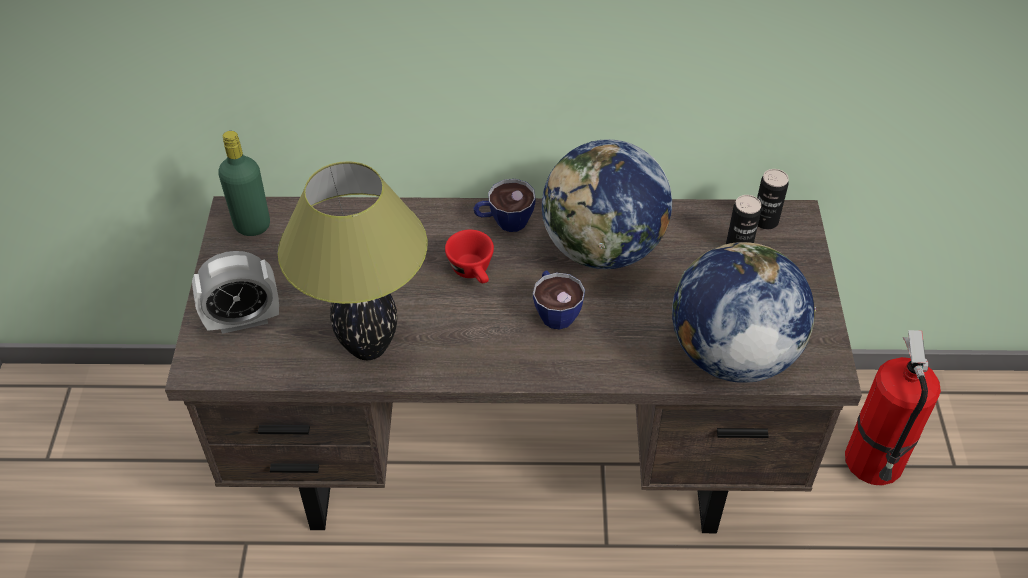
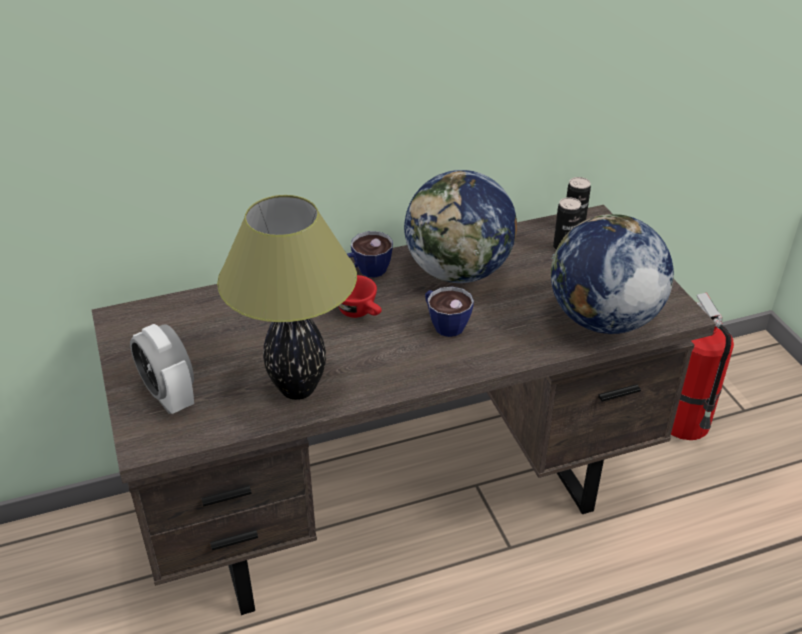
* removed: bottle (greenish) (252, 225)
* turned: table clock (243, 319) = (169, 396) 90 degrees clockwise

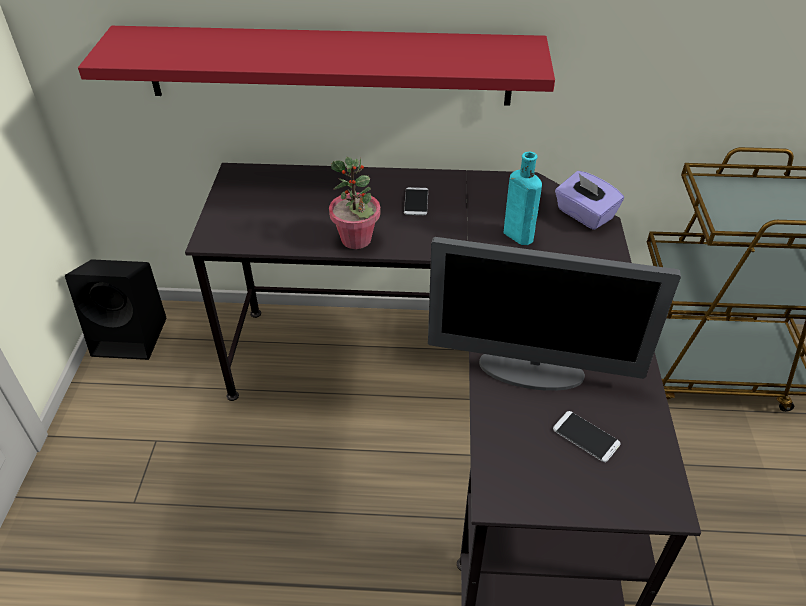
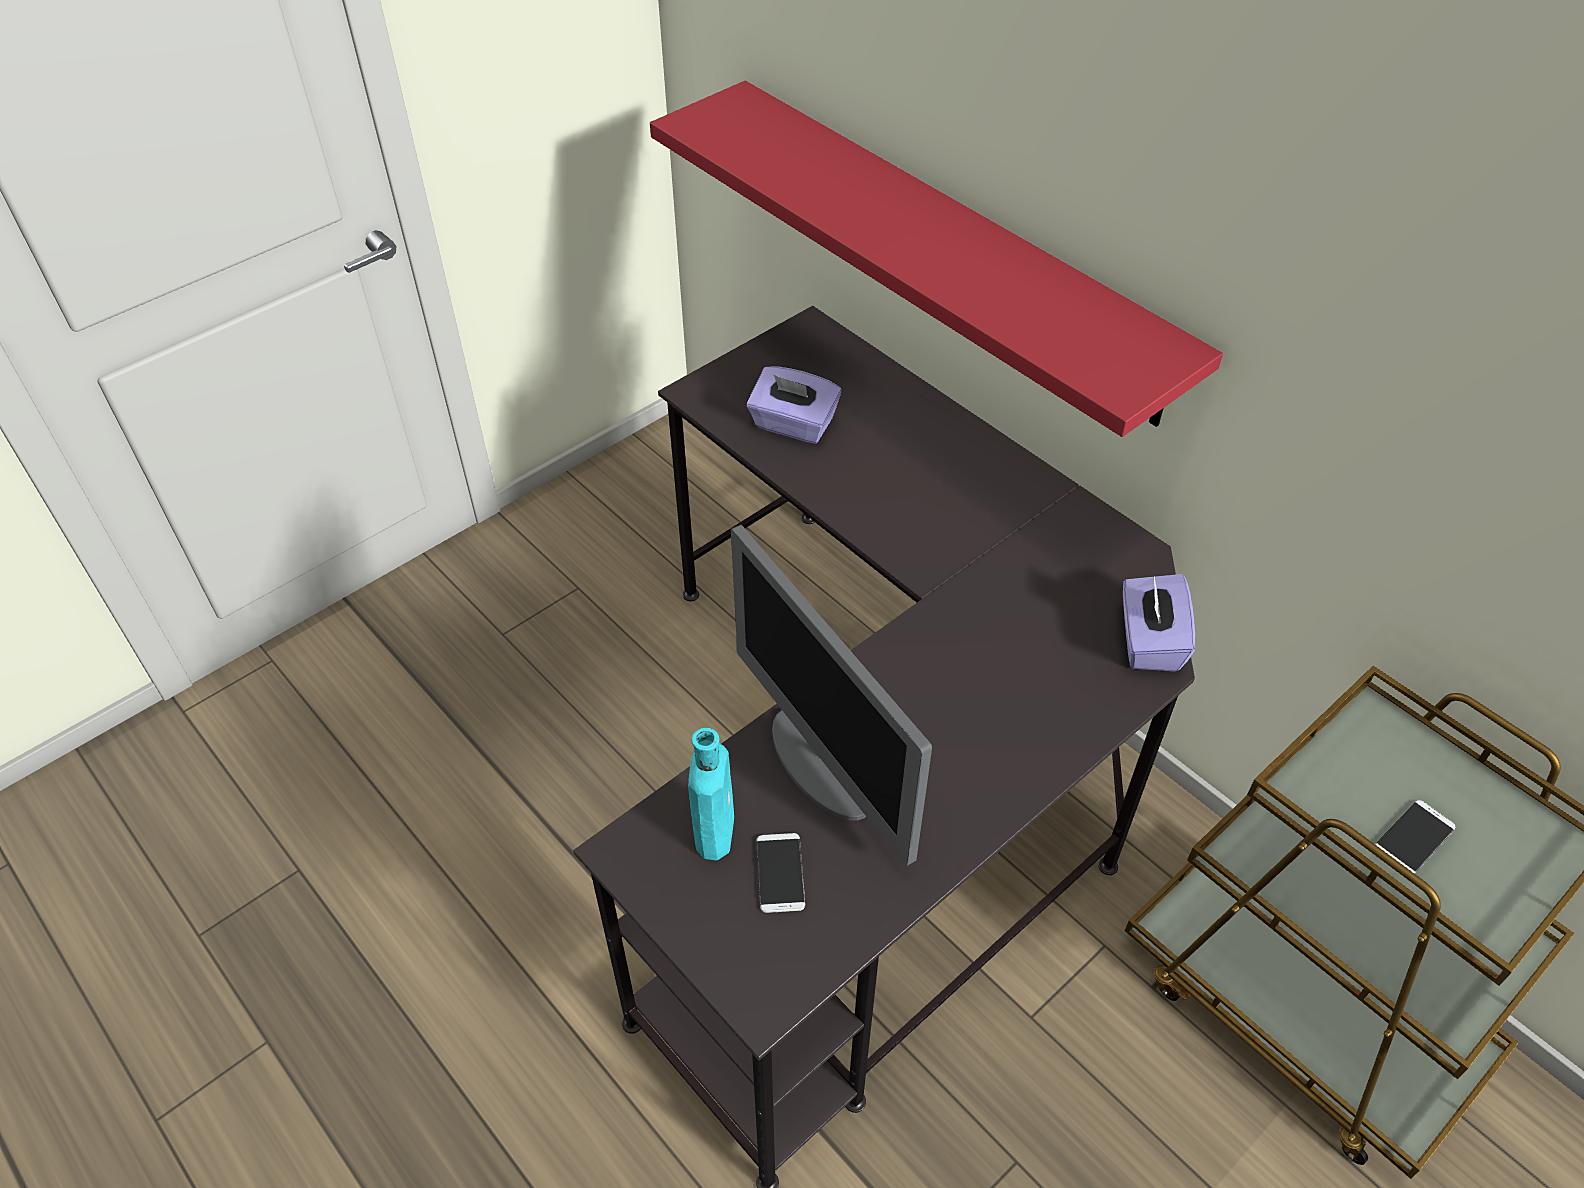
* moved: bottle (turquoise) (516, 234) to (715, 830)
* removed: potted plant (356, 239)
* moved: telephone (416, 202) to (1413, 838)
* removed: speaker (blackish) (132, 336)
* added: tissue box (purple-coloured) (793, 425)

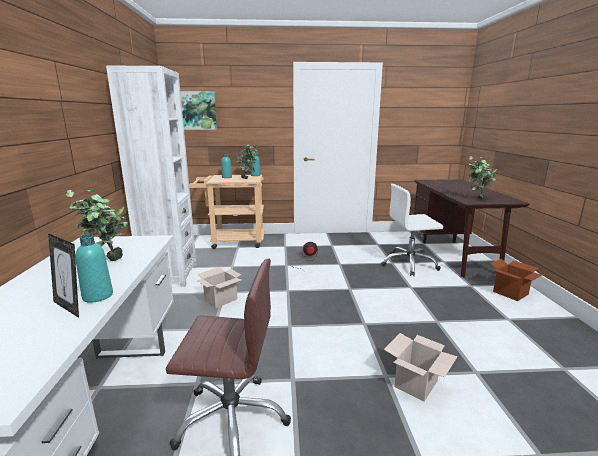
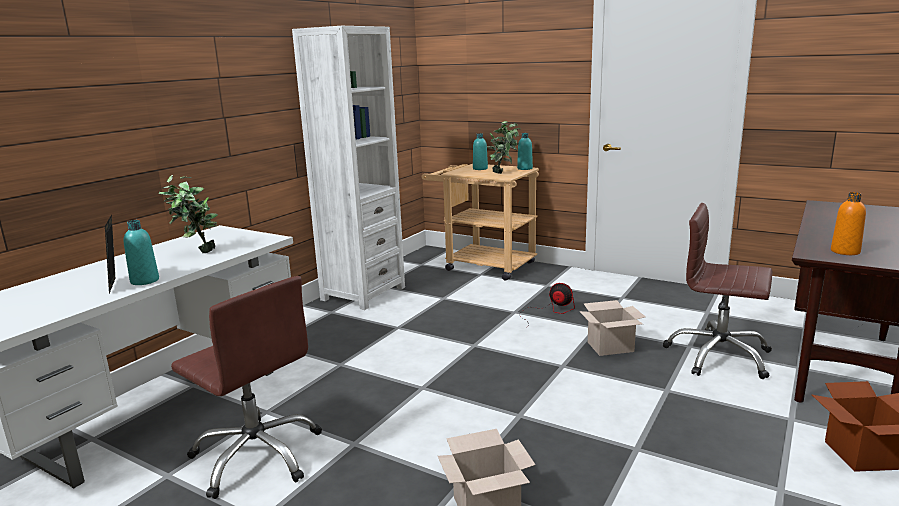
* removed: wall picture (194, 110)
* replaced: potted plant (476, 199) to bottle (orangey) (845, 251)
* recoloured: desk chair (whitish) (409, 264) to desk chair (brownish) (718, 356)
* moved: cardboard box (220, 300) to (609, 347)

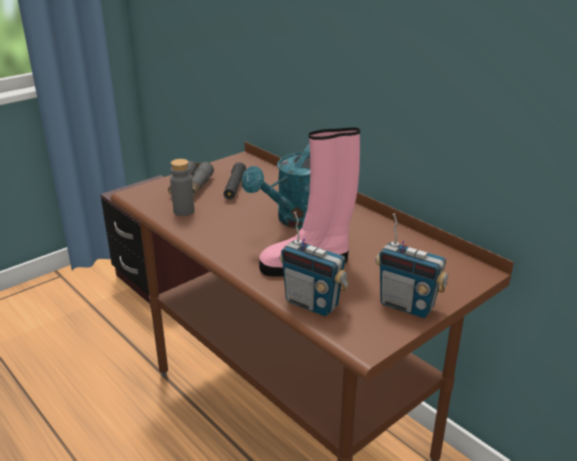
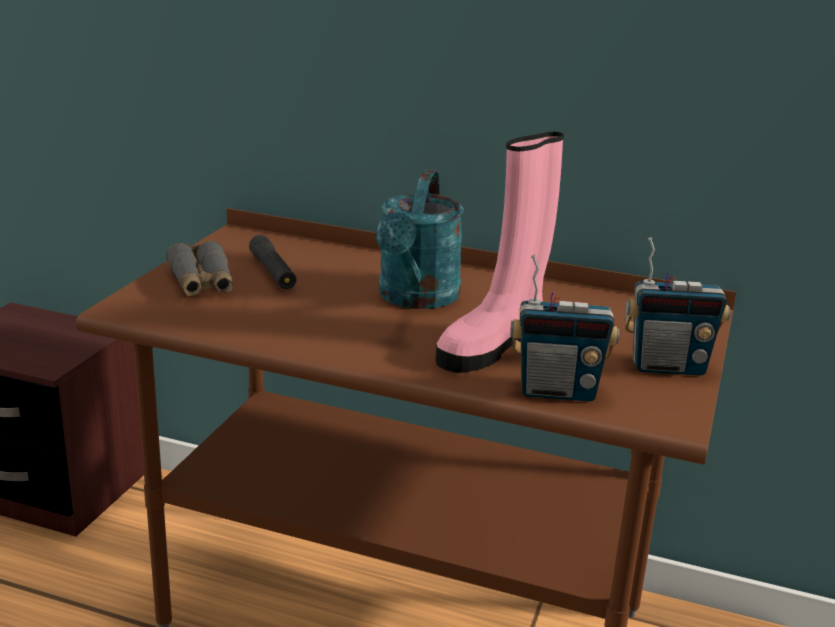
* removed: bottle (grey) (184, 211)

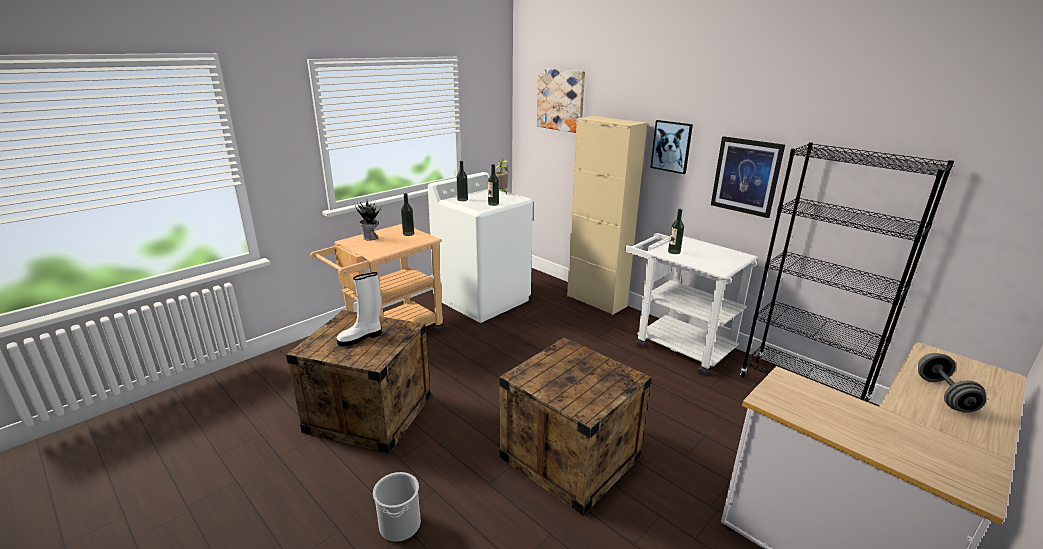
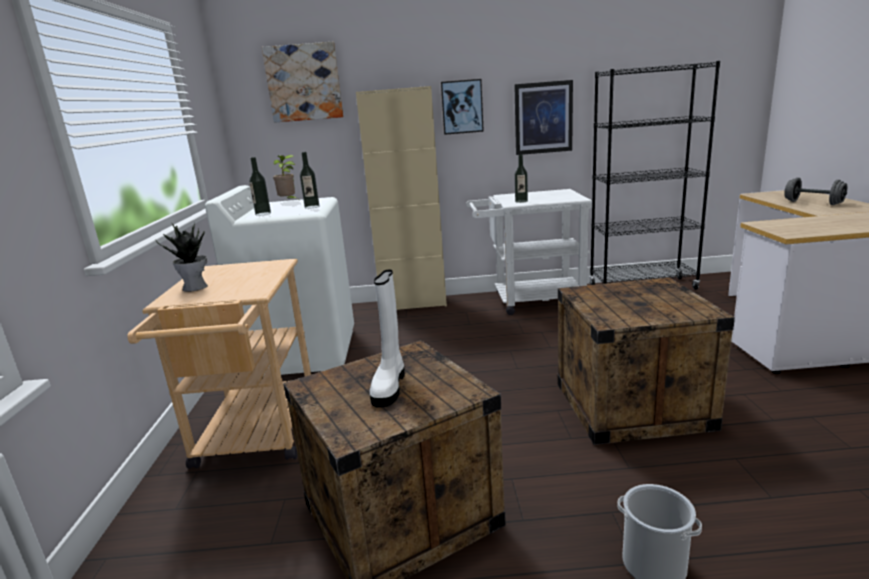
* removed: bottle (408, 234)

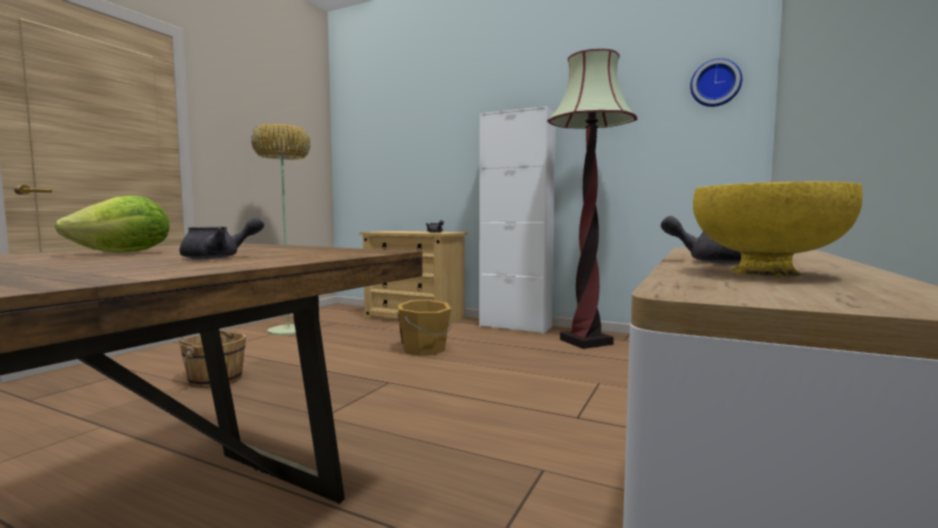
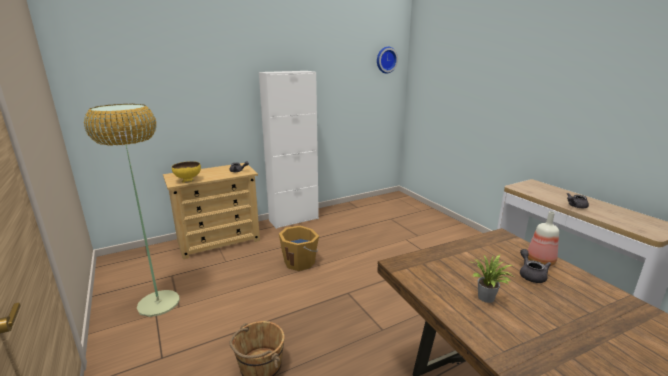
* removed: standing lamp (586, 342)
* moved: bowl (yellow) (766, 273) to (188, 181)
* replaced: head of lettuce (124, 253) to potted plant (487, 299)
* added: bottle (539, 261)

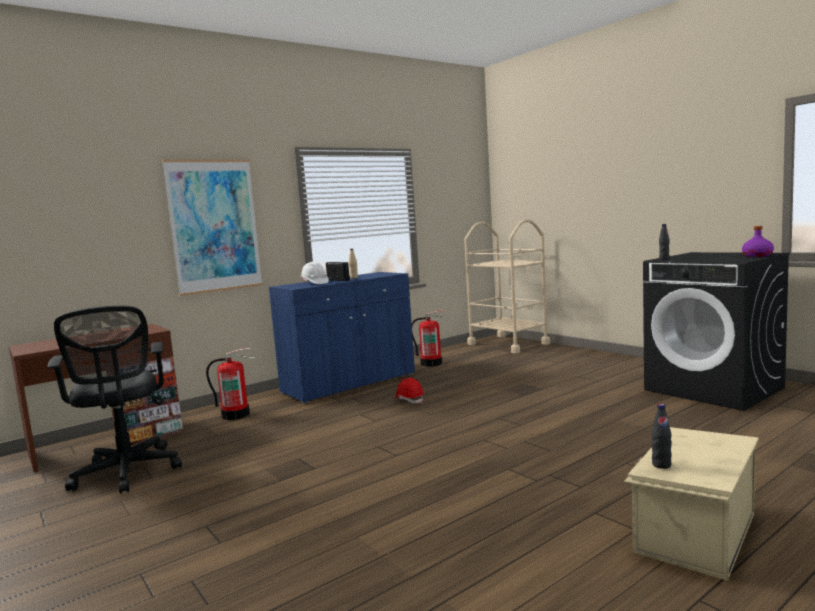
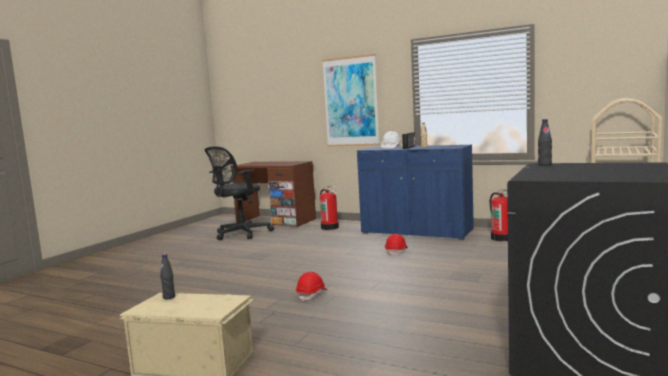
* removed: bottle (purple-coloured) (757, 255)
* added: safety helmet (reddish) (312, 294)

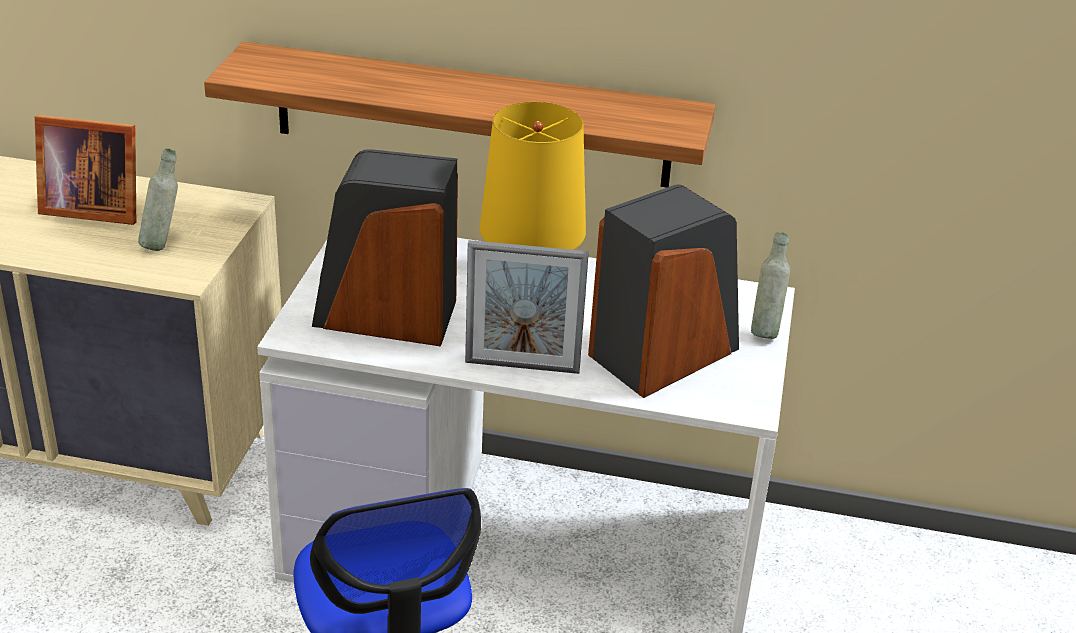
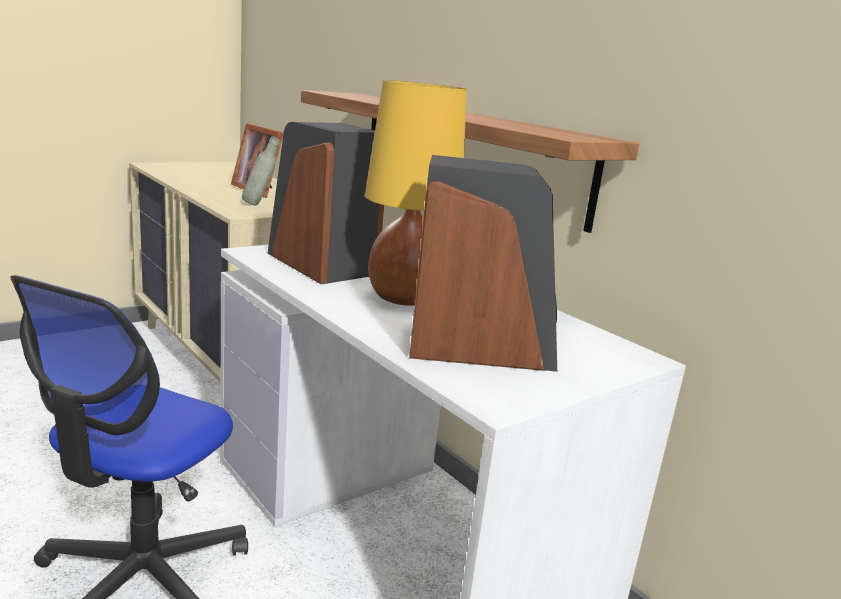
* removed: bottle (grey) (765, 331)
* removed: picture frame (522, 366)

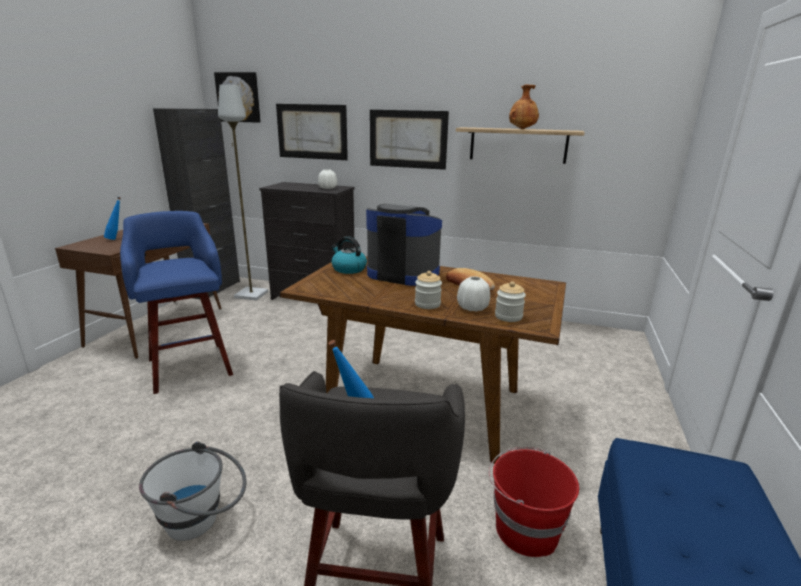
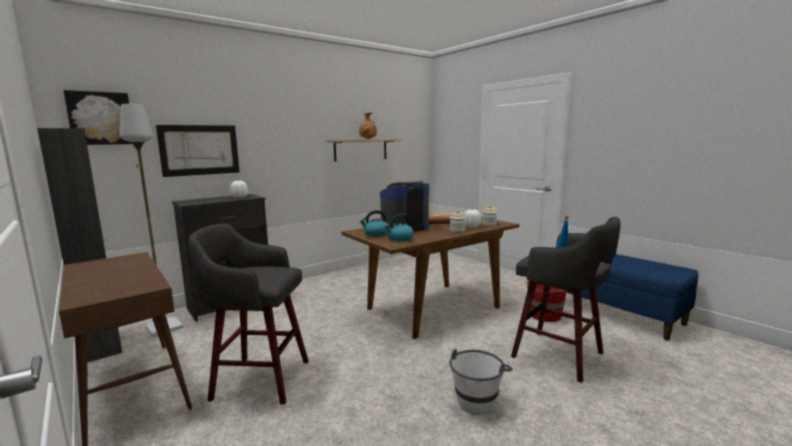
* removed: wall picture (408, 139)
* removed: bottle (bluish) (117, 239)
* recoloured: stool (bluish) (190, 365) to stool (grey) (258, 379)
* added: water kettle (399, 239)

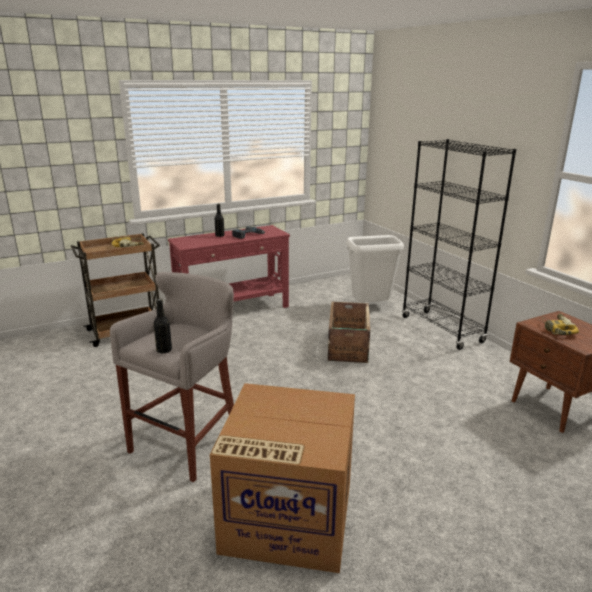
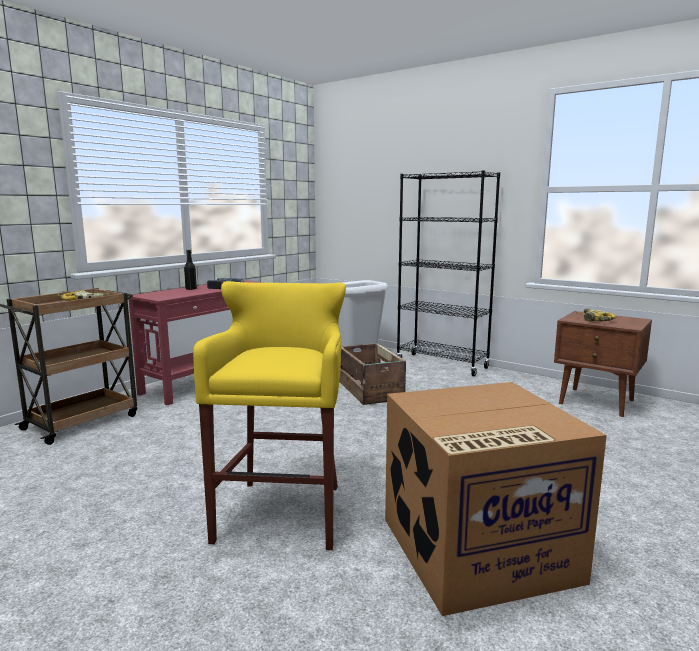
* recoloured: stool (grey) (189, 442) to stool (yellow) (283, 511)
* removed: bottle (blackish) (164, 350)

